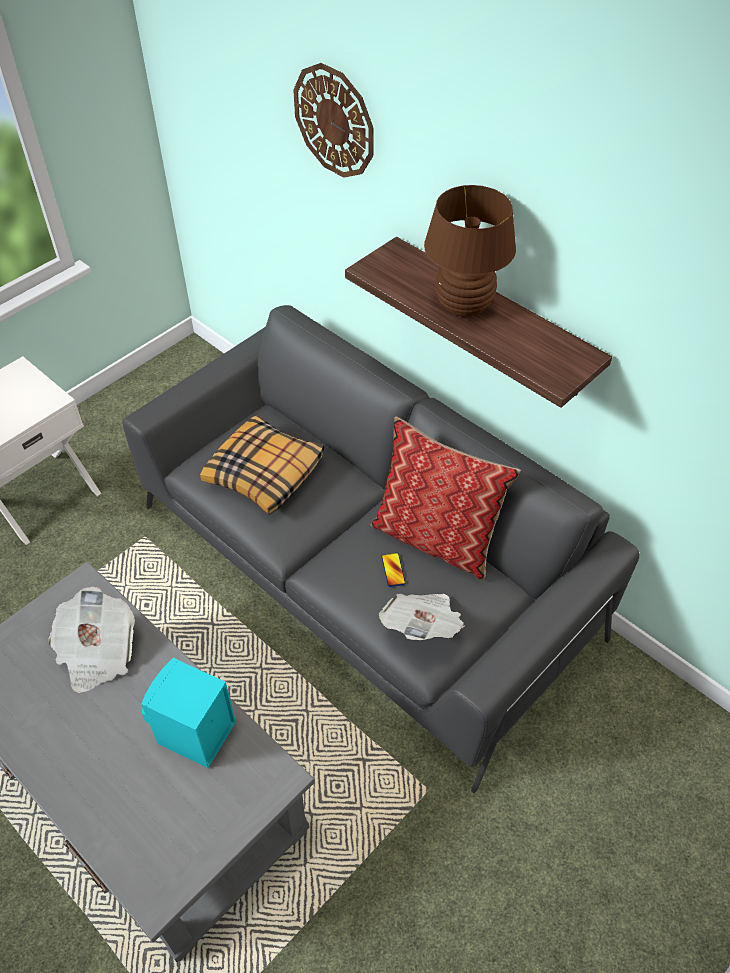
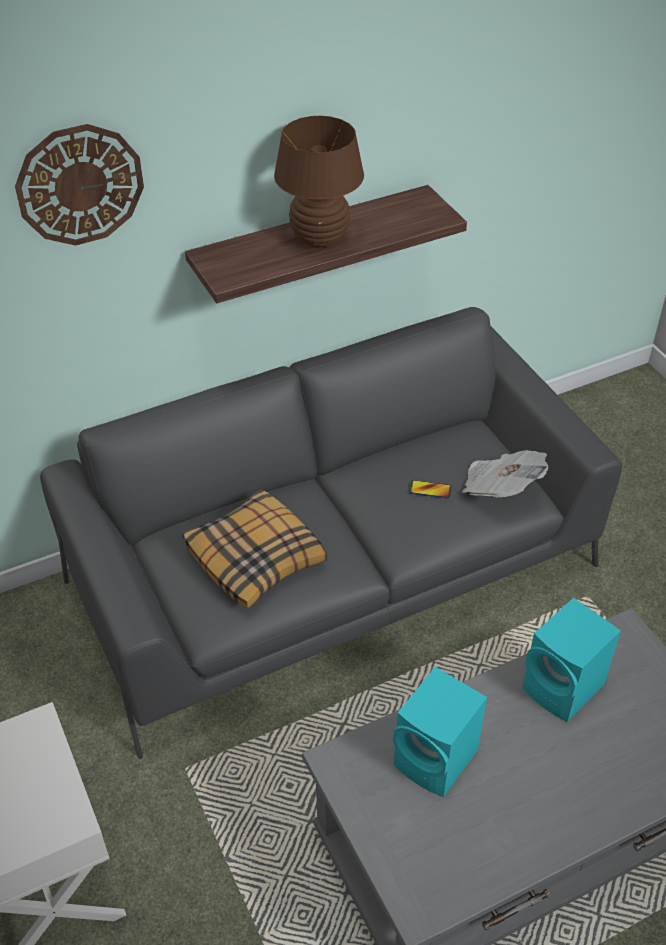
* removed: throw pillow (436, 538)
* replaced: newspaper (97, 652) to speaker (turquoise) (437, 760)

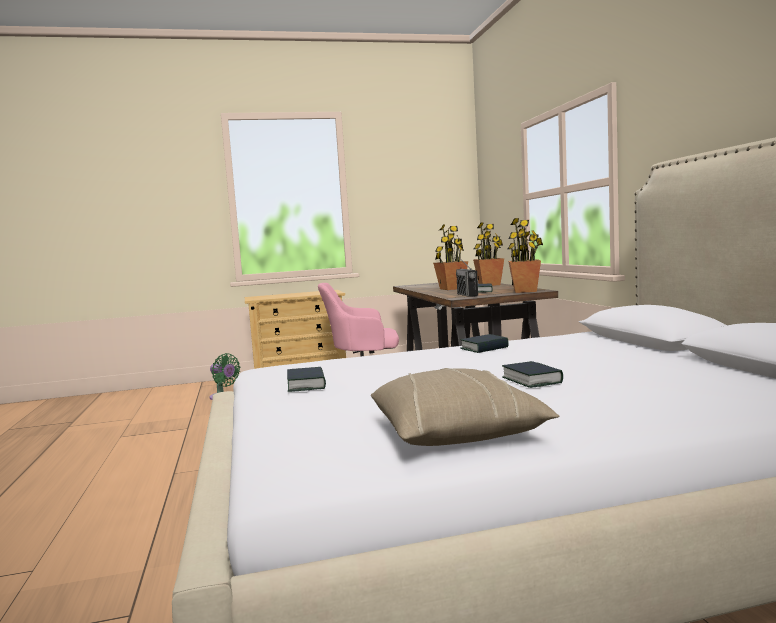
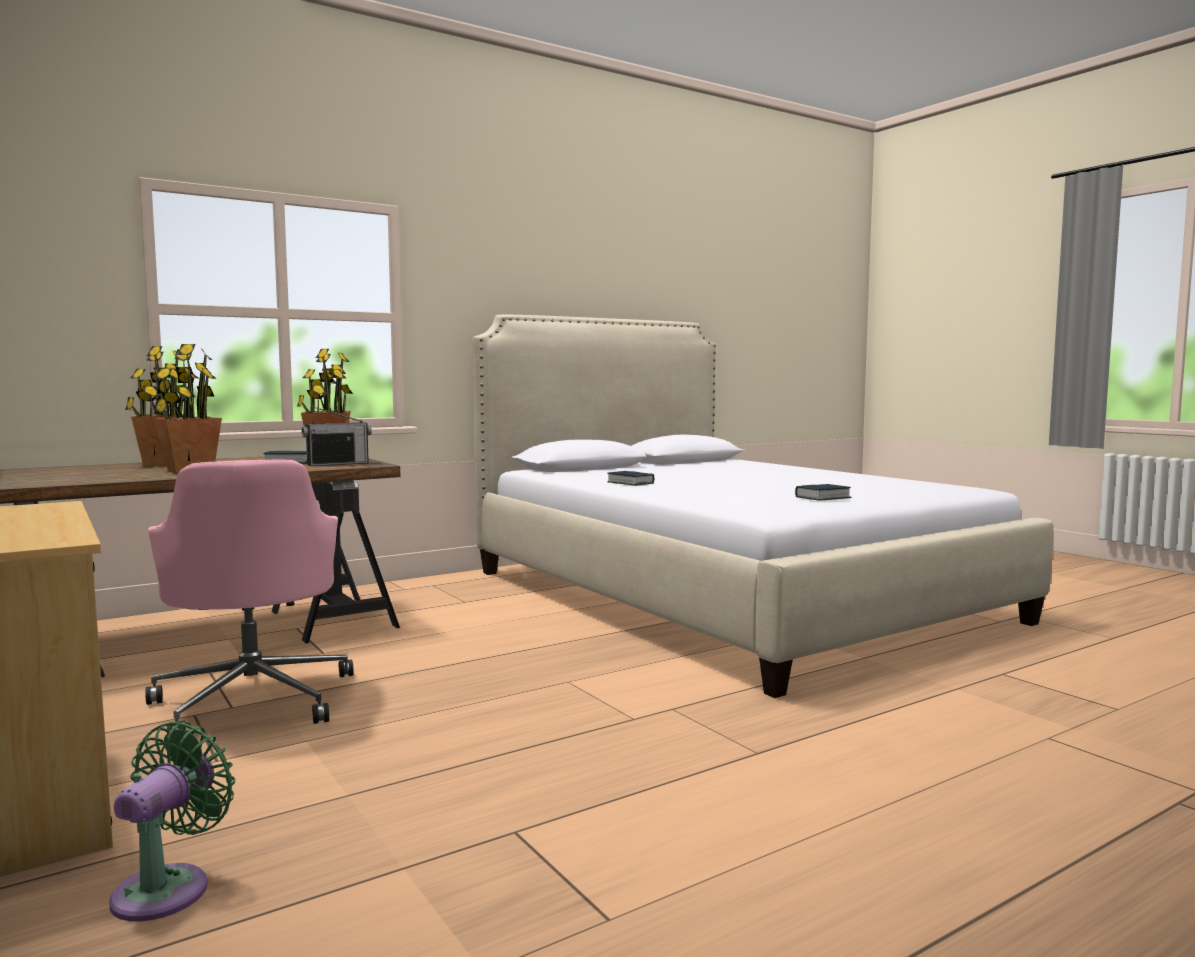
* removed: book (532, 380)
* removed: throw pillow (sand-coloured) (457, 433)

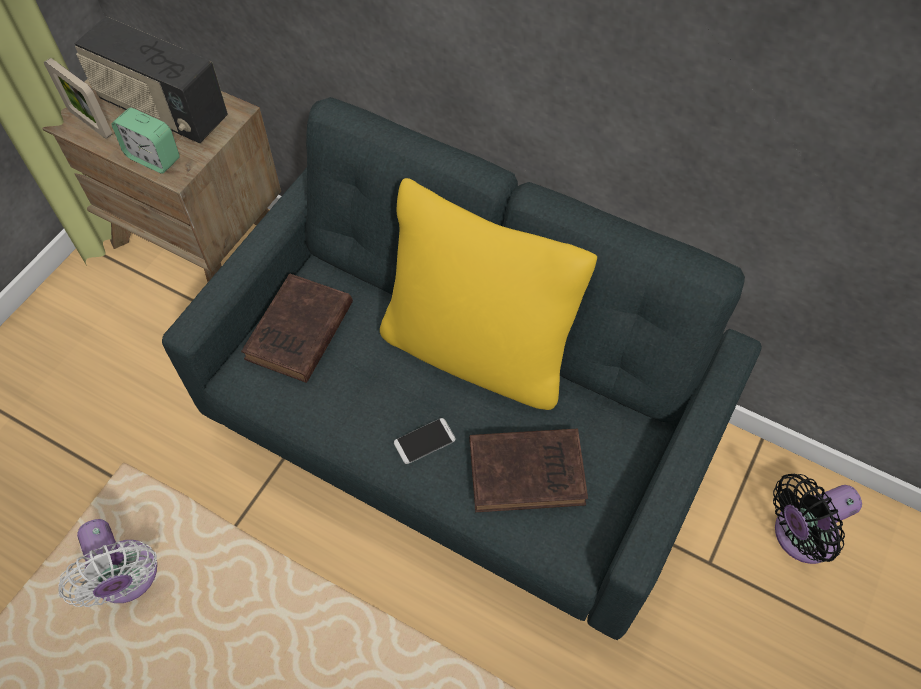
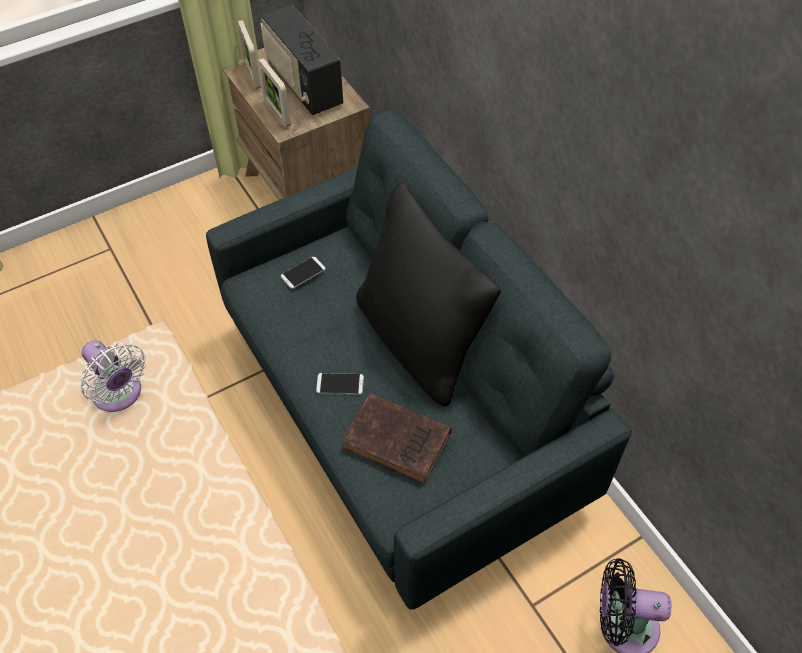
* replaced: table clock (153, 158) to picture frame (277, 113)
* recoloured: throw pillow (yellow) (477, 351) to throw pillow (blackish) (419, 342)
* replaced: book (brownish) (298, 334) to telephone (303, 273)
* turned: cooling fan (whitish) (127, 579) = (120, 395) 45 degrees counterclockwise

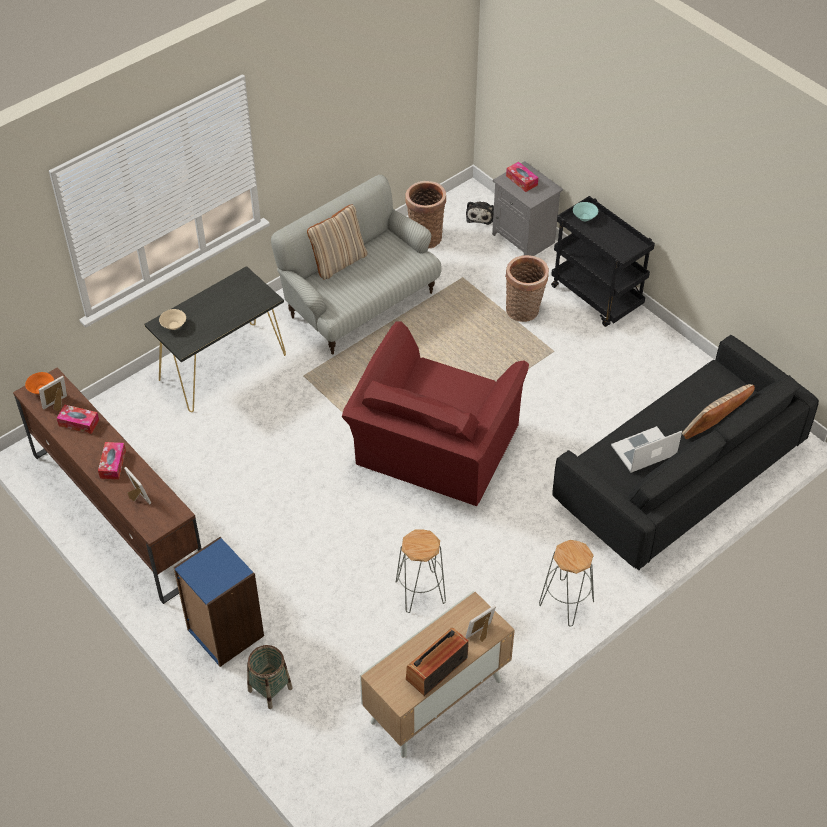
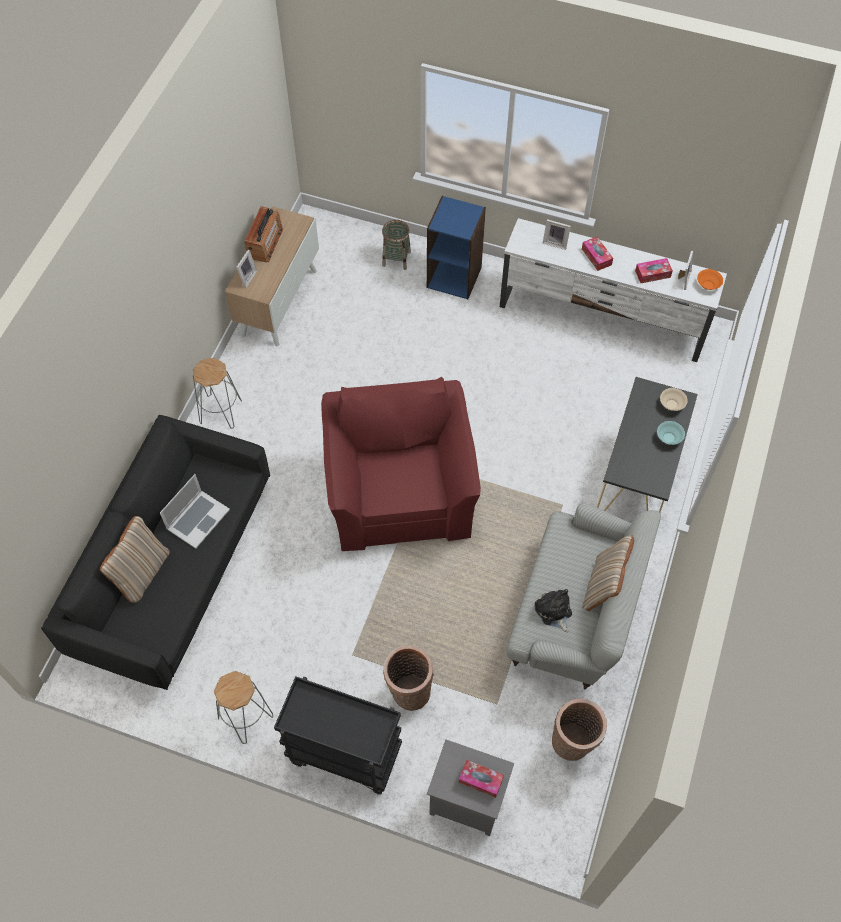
* moved: plush toy (480, 215) to (553, 611)
* moved: bowl (turquoise) (584, 217) to (669, 438)
* recoloured: tv unit (brownish) (117, 512) to tv unit (whitish) (603, 318)
* moved: stool (grey) (420, 592) to (246, 716)

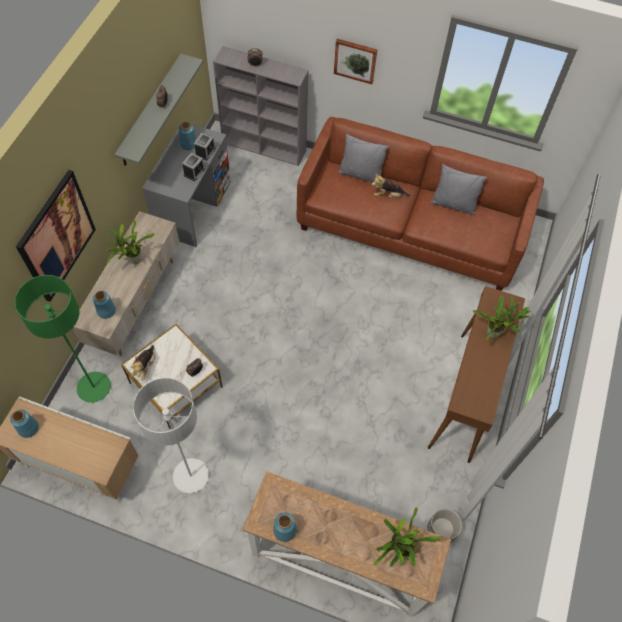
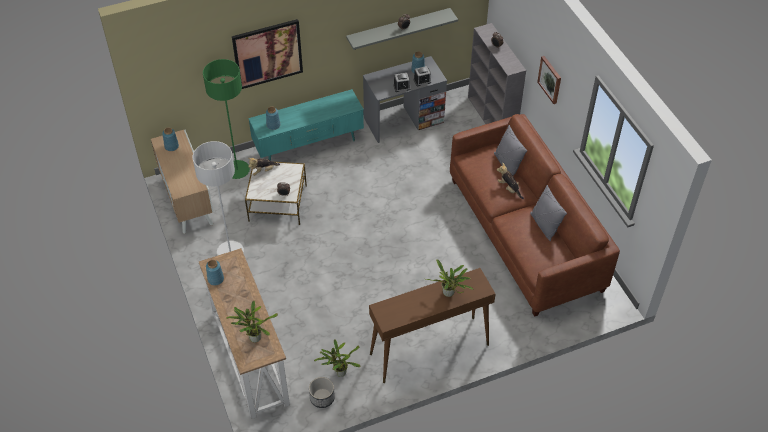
* recoloured: tv unit (sand-coloured) (136, 303) to tv unit (turquoise) (309, 146)
* moved: potted plant (133, 260) to (339, 372)

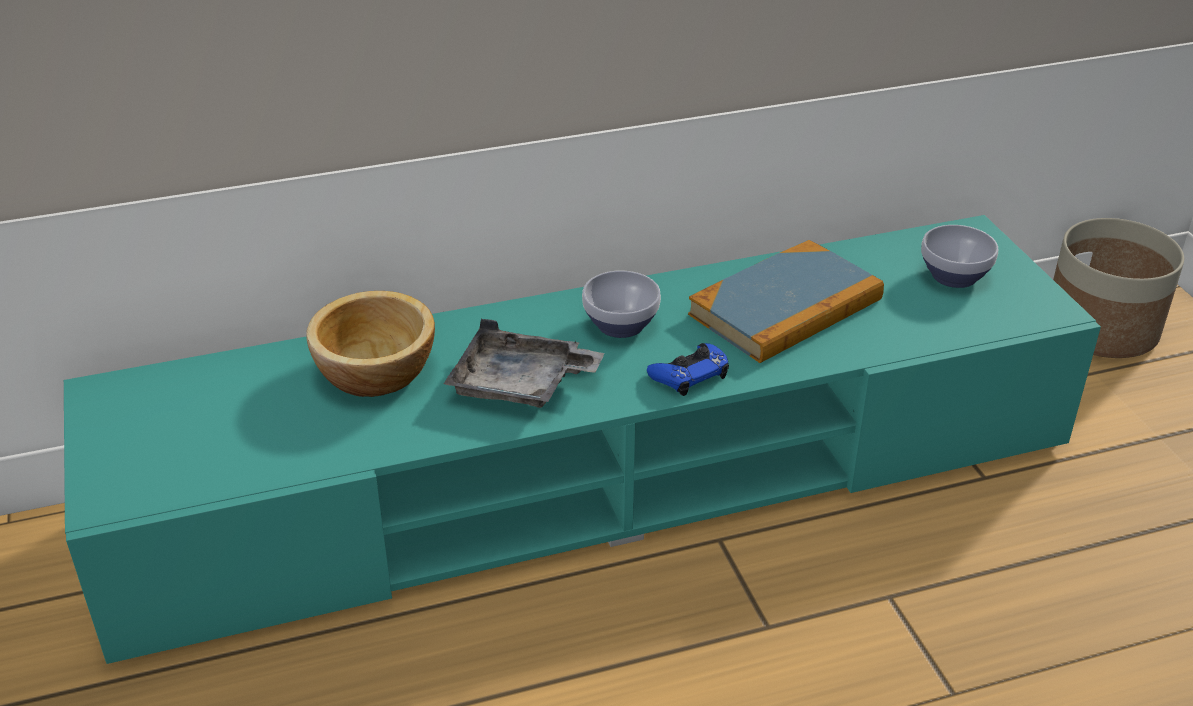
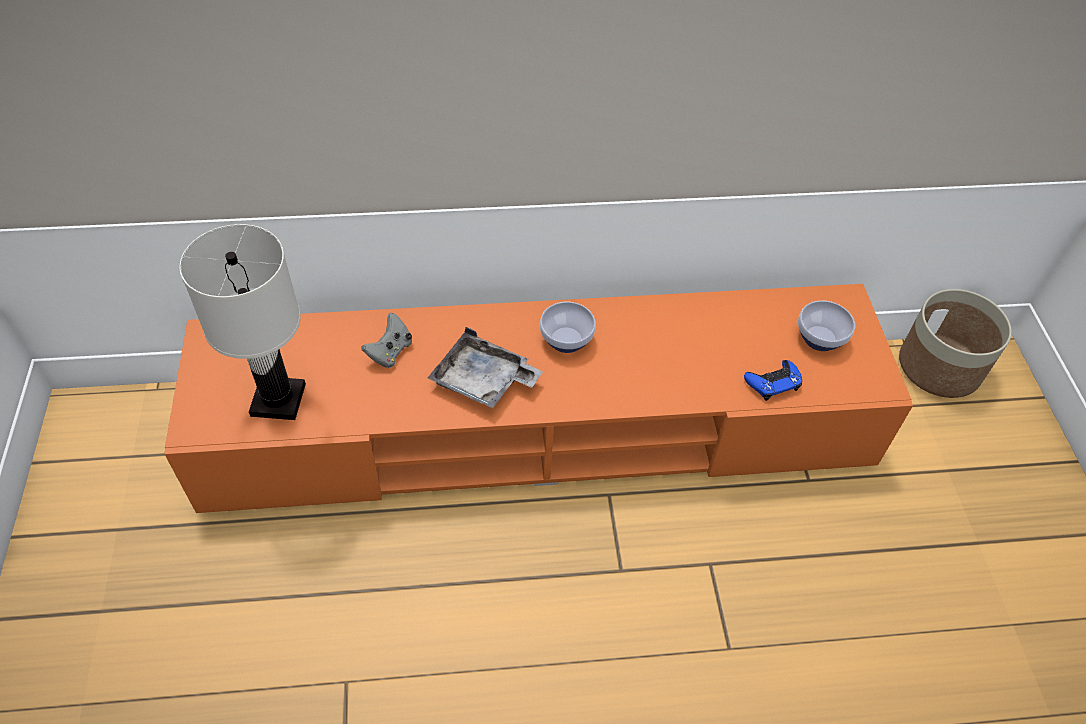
* recoloured: tv unit (turquoise) (598, 478) to tv unit (orangey) (541, 428)
* removed: book (786, 308)
* replaced: bowl (377, 372) to game controller (grey) (390, 352)
* moved: game controller (bluish) (689, 374) to (773, 383)
* added: lamp for a table (whitish) (279, 399)

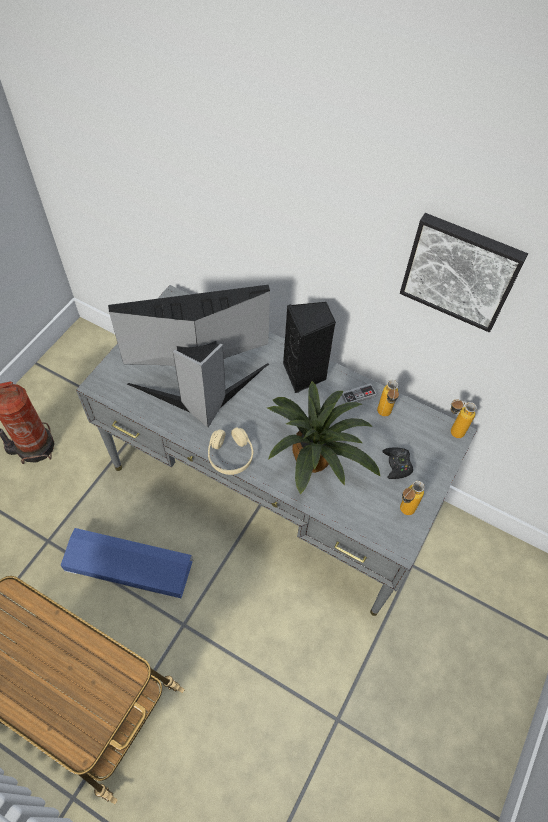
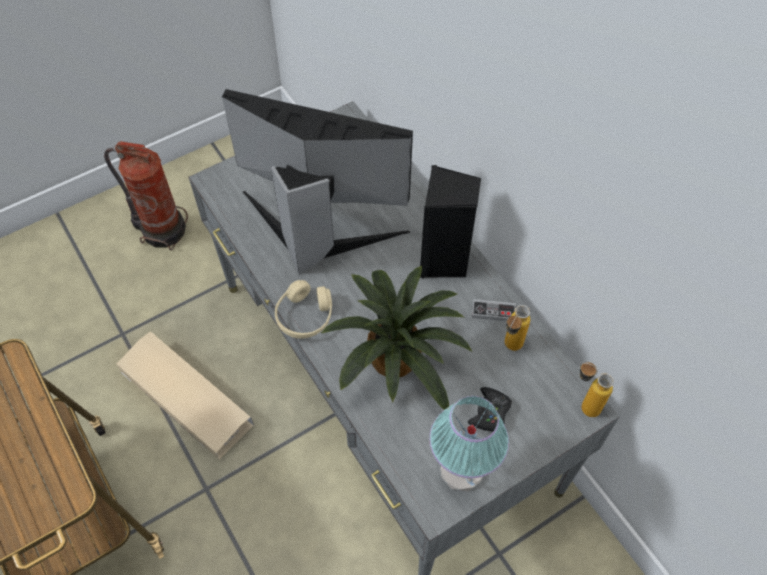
* removed: wall picture (461, 271)
* replaced: bottle (403, 512) to lamp for a table (462, 471)
* recoloured: storage container (bluish) (128, 565) to storage container (sand-coloured) (186, 397)

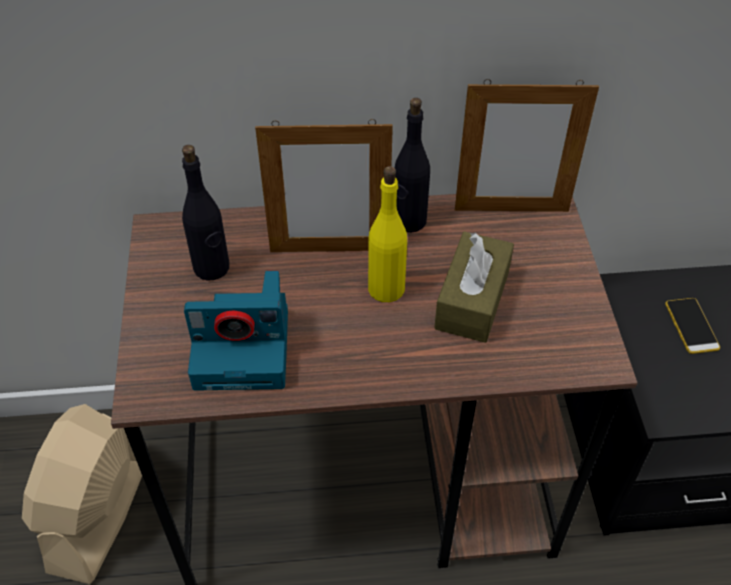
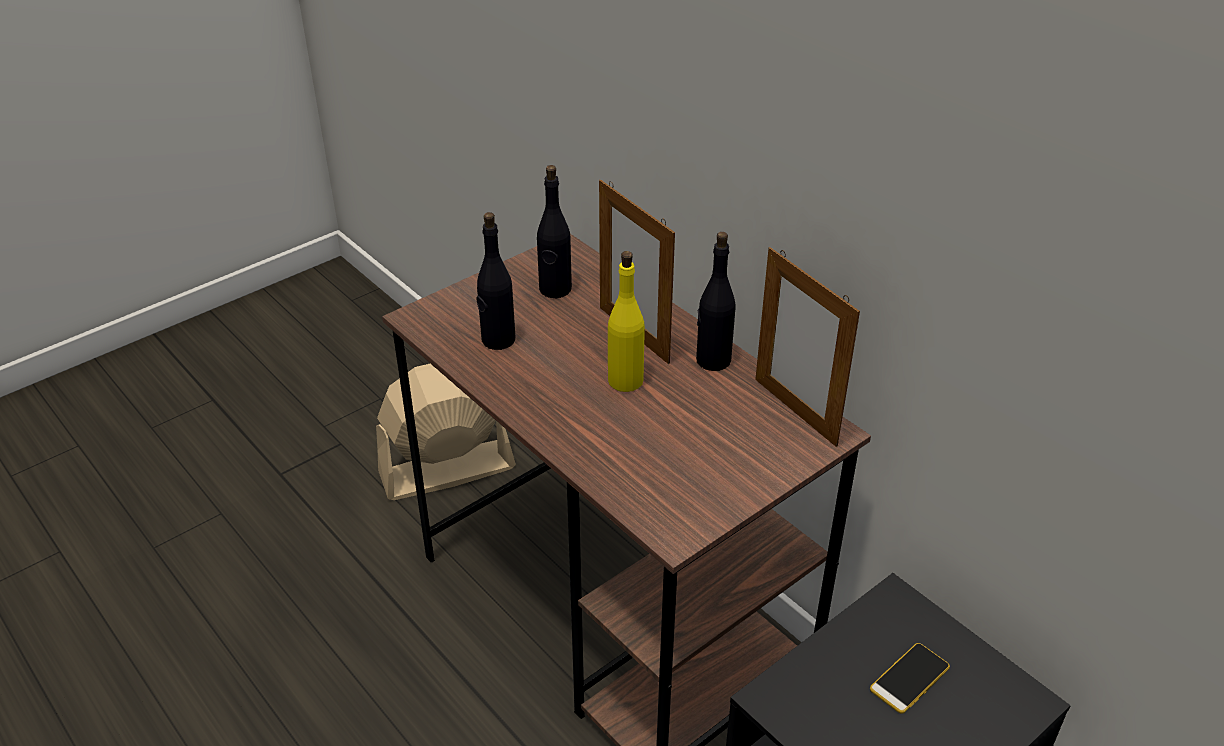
* removed: tissue box (brownish) (472, 299)
* replaced: photo camera (245, 347) to bottle (blackish) (498, 340)

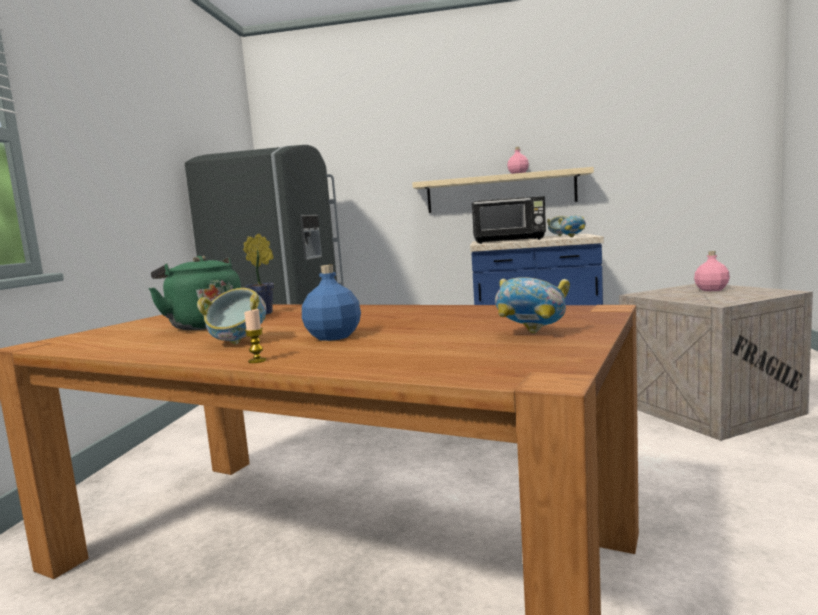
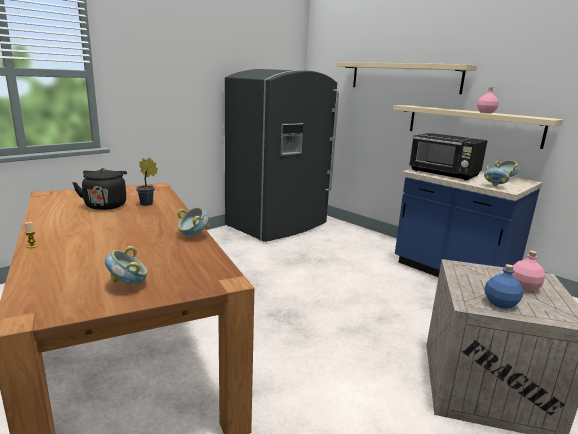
* recoloured: water kettle (greenish) (204, 326) to water kettle (blackish) (106, 205)
* moved: bottle (bluish) (333, 337) to (500, 304)
* moved: bowl (238, 342) to (193, 236)
* added: bracket shelf (sand-coloured) (404, 77)

